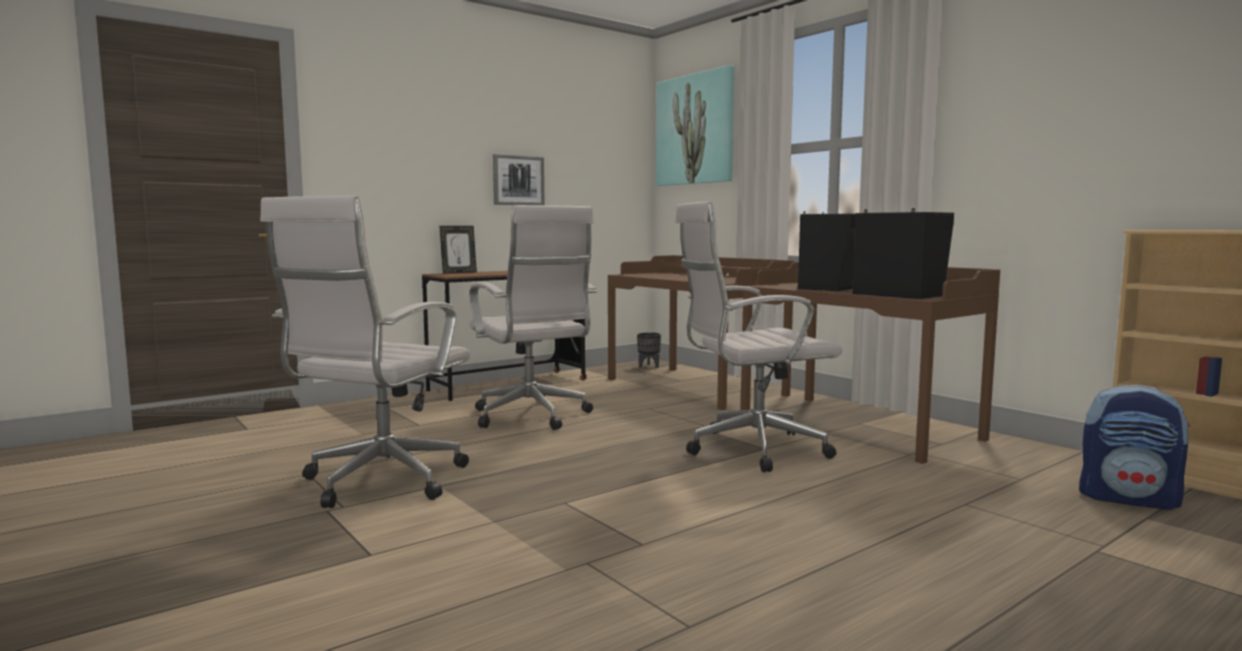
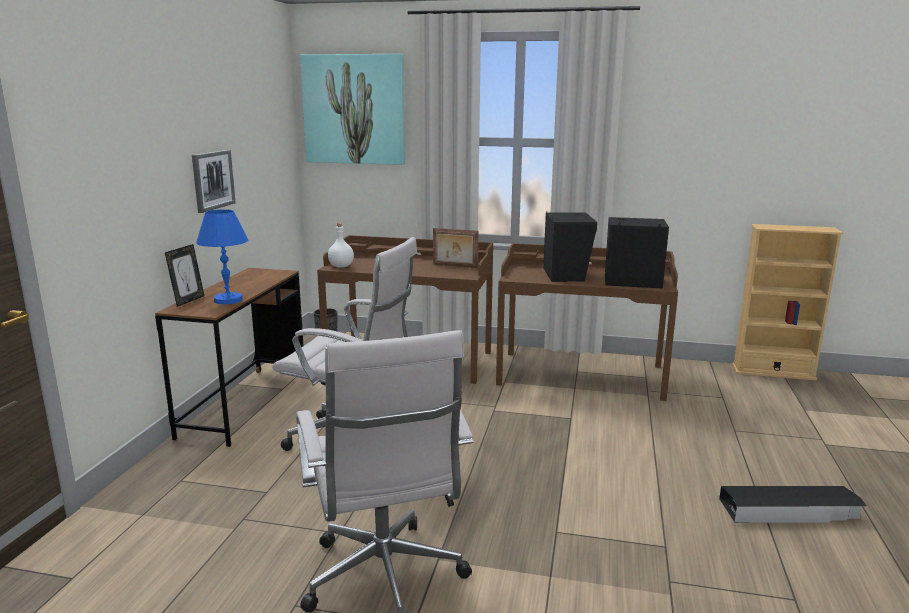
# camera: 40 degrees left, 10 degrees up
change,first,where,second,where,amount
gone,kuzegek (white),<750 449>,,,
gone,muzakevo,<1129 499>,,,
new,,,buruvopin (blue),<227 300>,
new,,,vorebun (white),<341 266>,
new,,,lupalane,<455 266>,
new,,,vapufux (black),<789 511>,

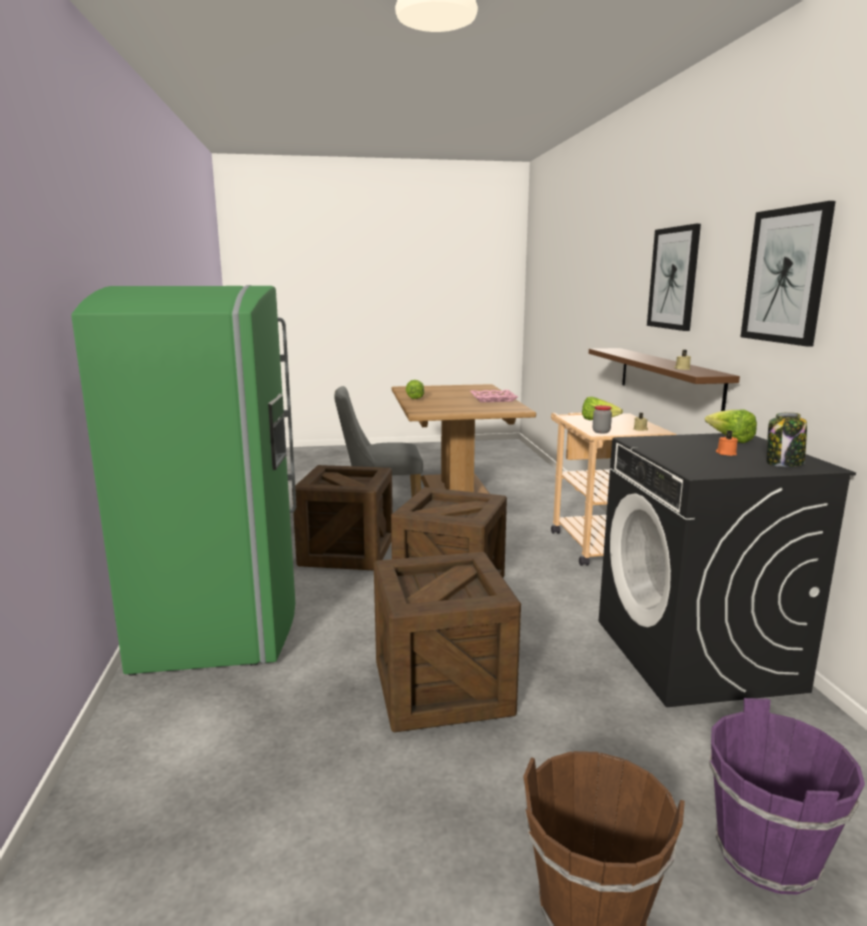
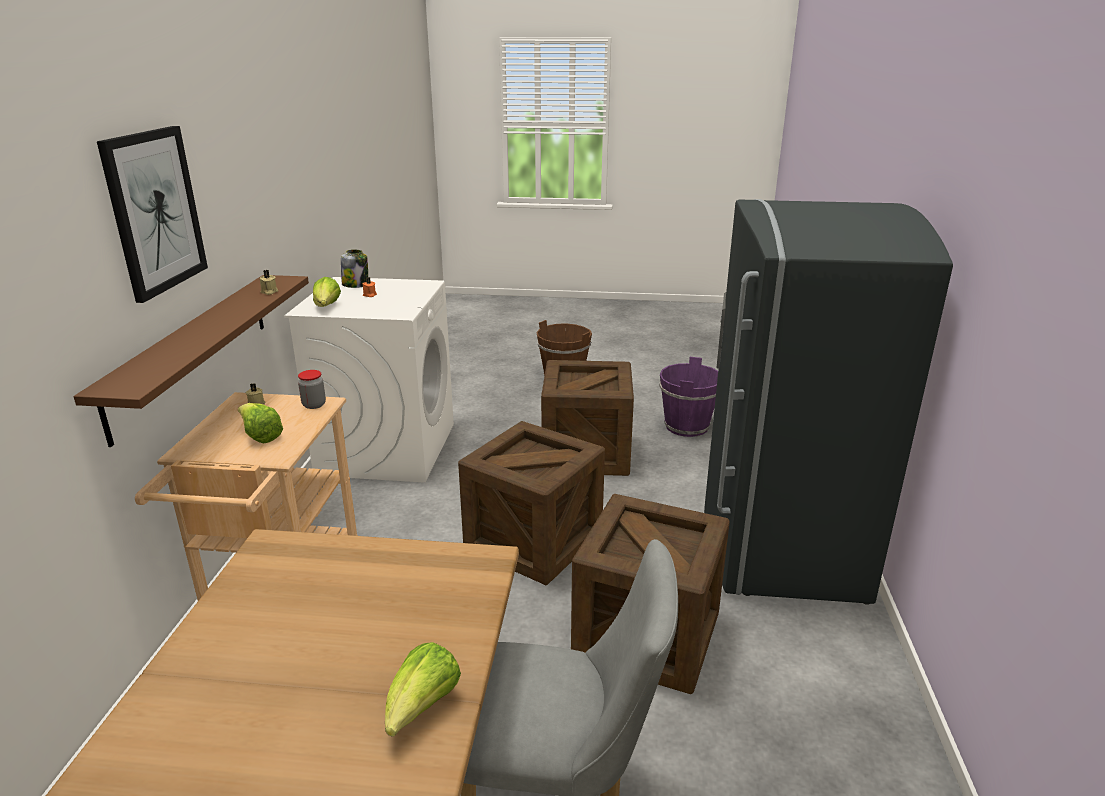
# camera: 165 degrees left, 10 degrees up
change,first,where,second,where,amount
repainted,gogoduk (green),<223 618>,gogoduk (grey),<777 539>,
gone,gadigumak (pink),<493 399>,,,
repainted,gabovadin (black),<696 655>,gabovadin (white),<387 448>,
shifted,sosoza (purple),<765 854>,,<687 426>,
gone,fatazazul,<786 276>,,,

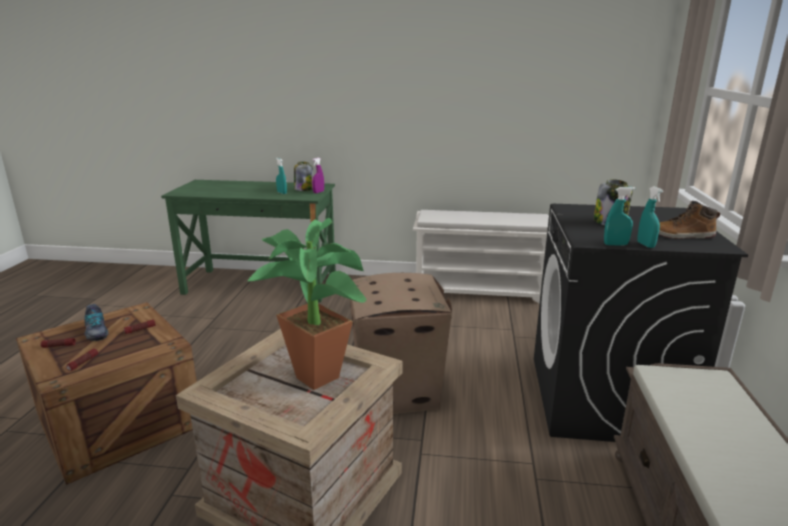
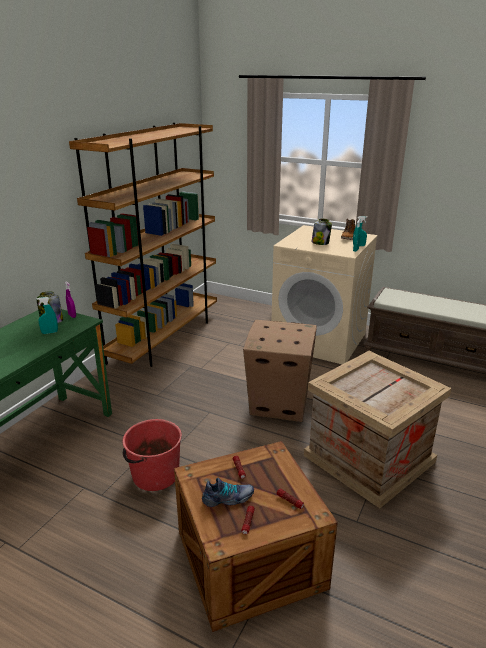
# camera: 70 degrees left, 5 degrees up
change,first,where,second,where,amount
gone,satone,<316 373>,,,
swapped,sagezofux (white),<479 291>,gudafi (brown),<164 338>,
repainted,gabovadin (black),<605 399>,gabovadin (beige),<320 340>,
new,,,sosoza (red),<154 475>,

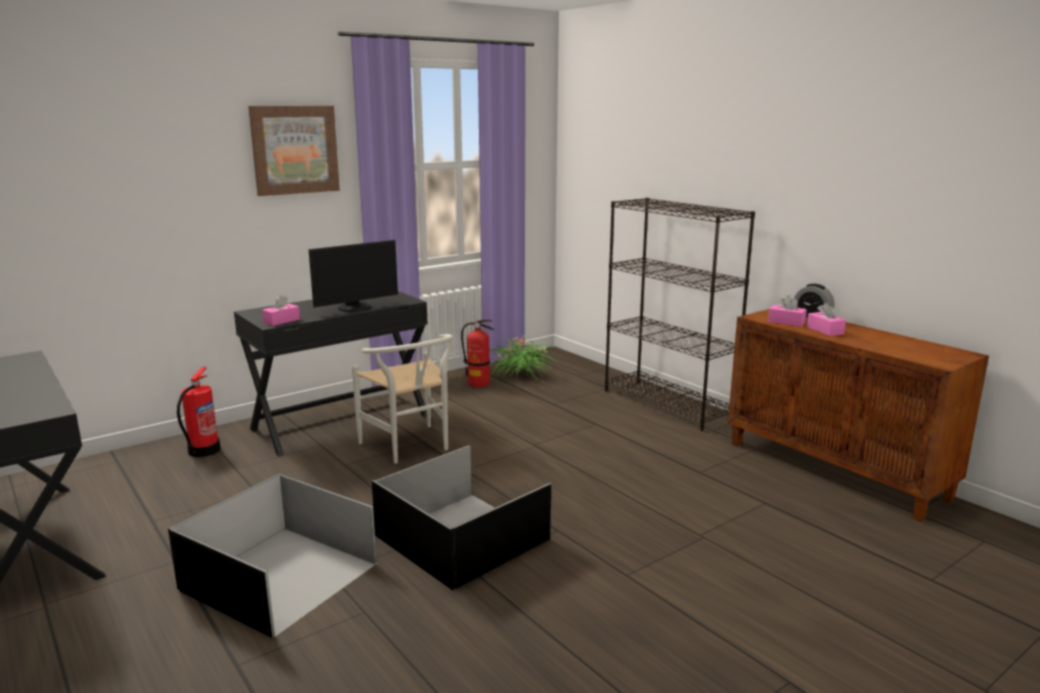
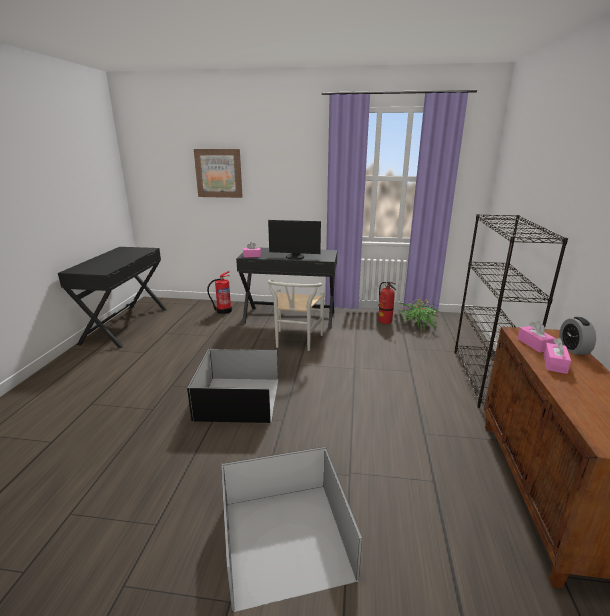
# camera: 45 degrees right, 5 degrees up
change,first,where,second,where,amount
shifted,vapufux (black),<278 578>,,<283 539>,
shifted,fatazazul,<294 150>,,<219 173>,

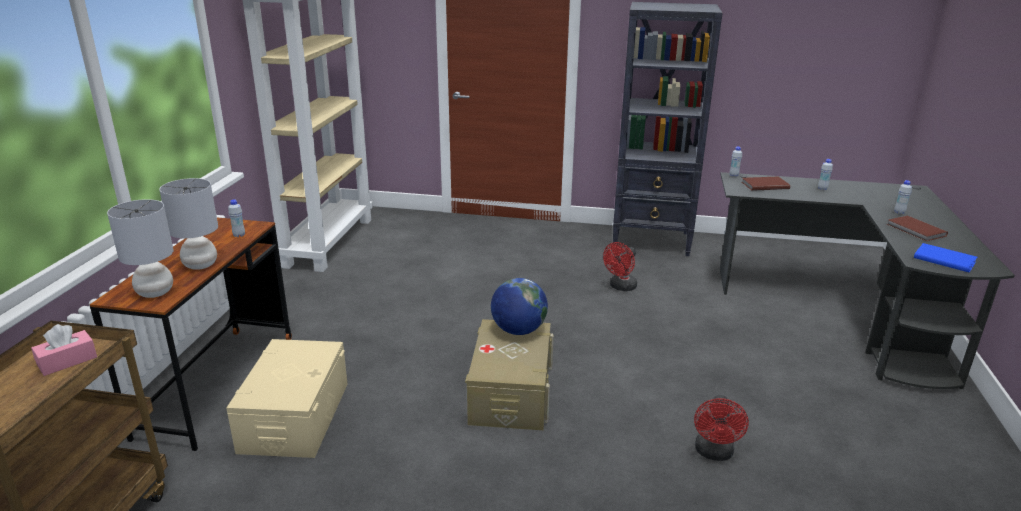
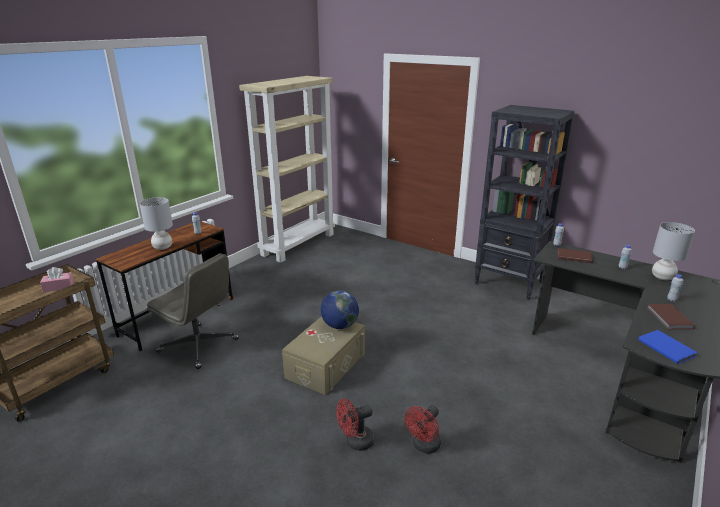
# camera: 25 degrees right, 0 degrees up
change,first,where,second,where,amount
shifted,buruvopin (grey),<154 293>,,<662 277>,
swapped,vapufux (beige),<295 416>,kuzegek (grey),<199 346>,
shifted,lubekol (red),<620 287>,,<355 442>,

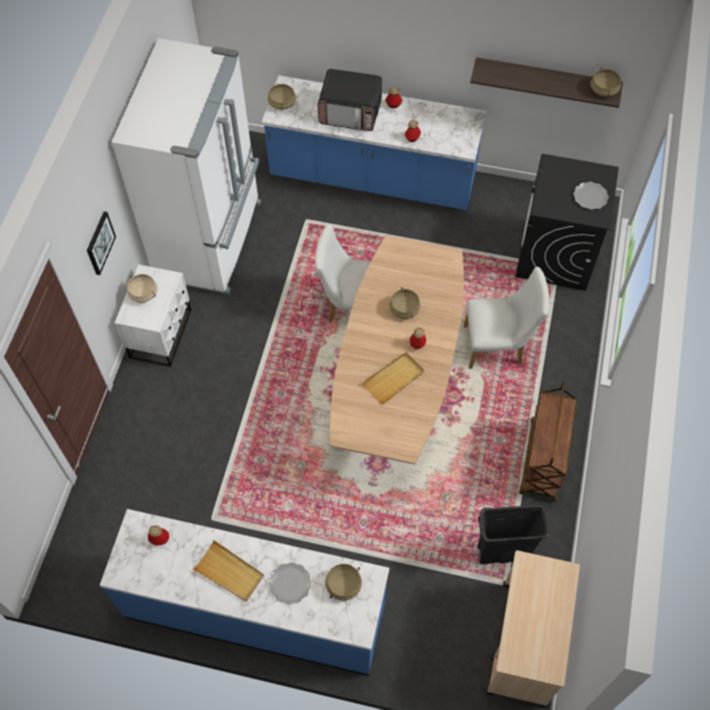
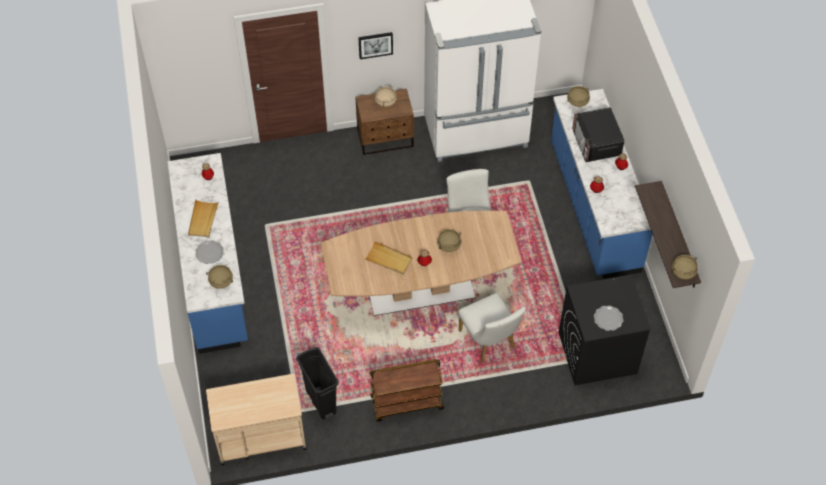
# camera: 65 degrees right, 5 degrees down
change,first,where,second,where,amount
repainted,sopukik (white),<161 333>,sopukik (brown),<385 139>,

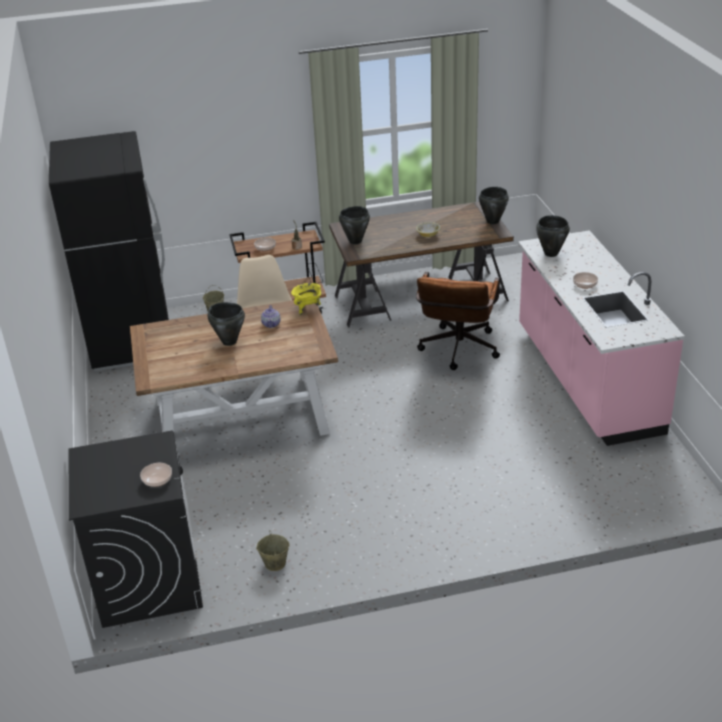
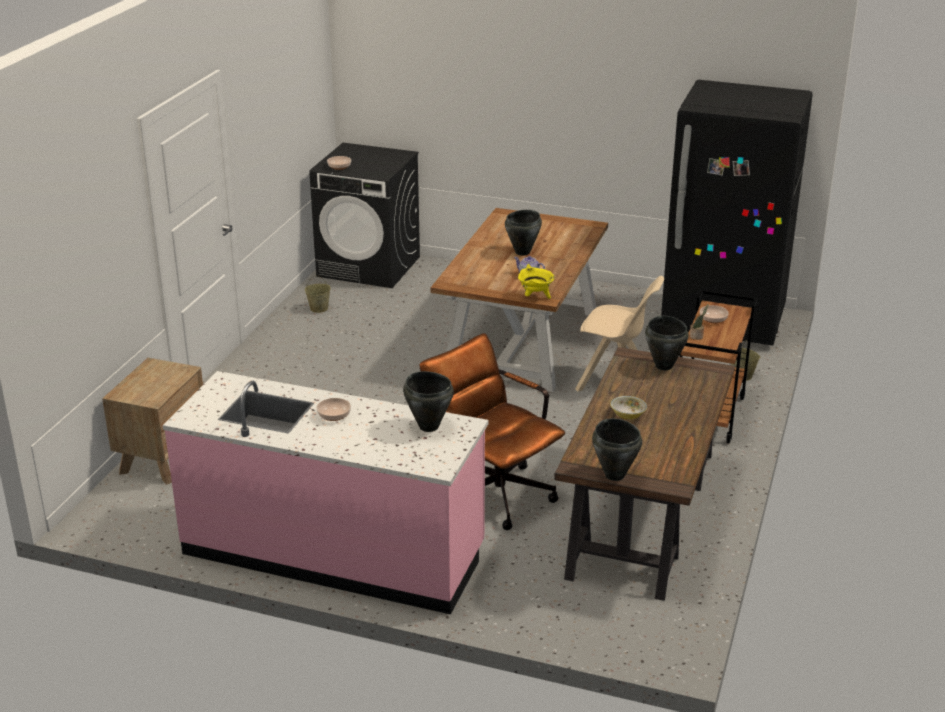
# camera: 120 degrees right, 5 degrees down
change,first,where,second,where,amount
new,,,sopukik (brown),<163 458>,

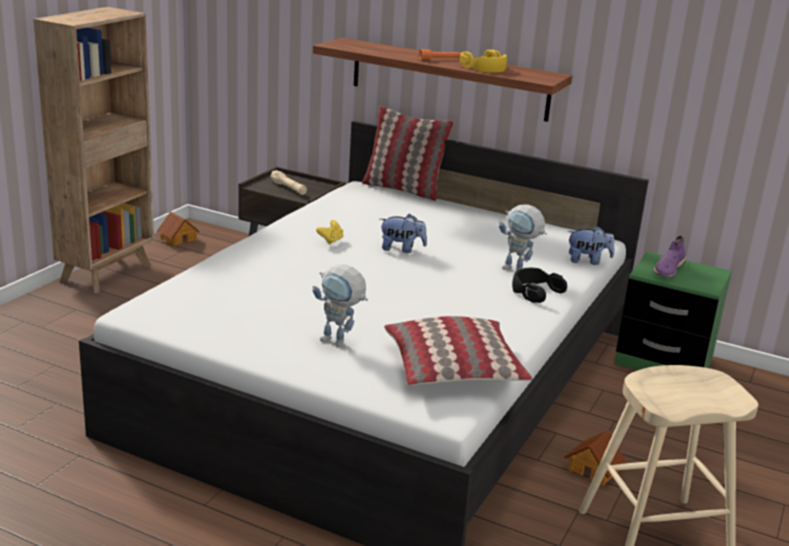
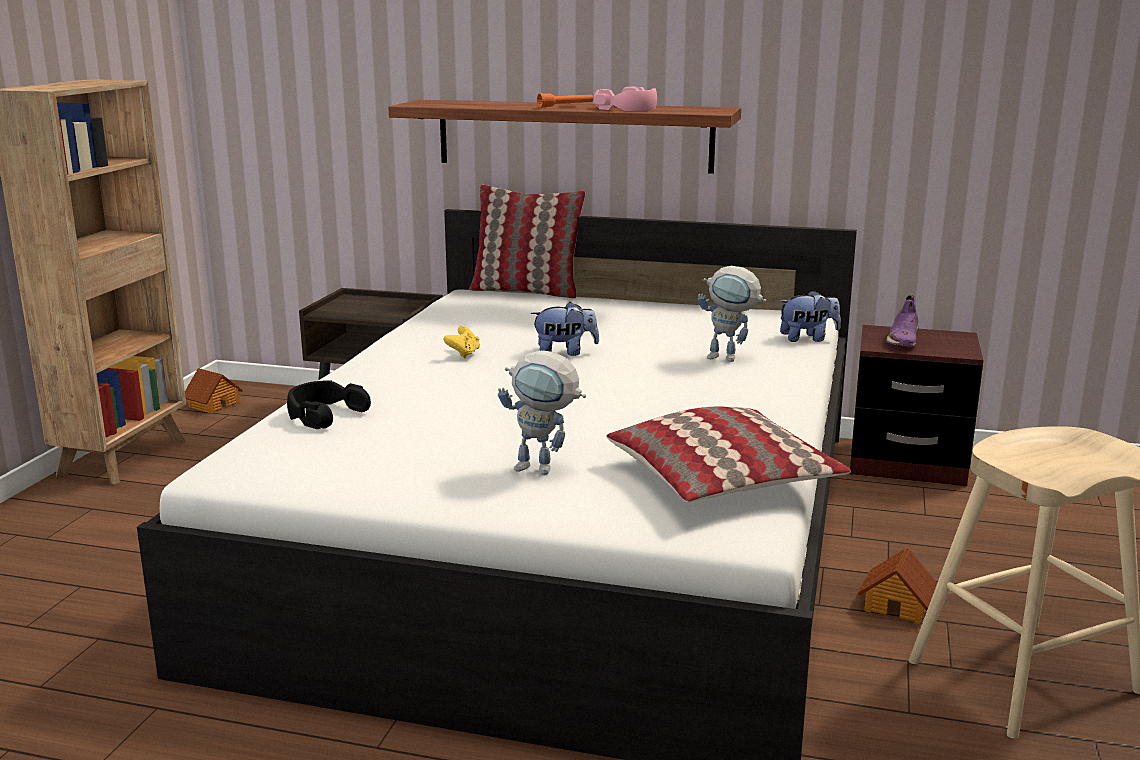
# camera: 10 degrees left, 5 degrees down
change,first,where,second,where,amount
gone,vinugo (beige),<288 188>,,,
repainted,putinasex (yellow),<485 67>,putinasex (pink),<629 108>,
shifted,putinasex (black),<535 291>,,<325 414>,
repainted,sopukik (green),<663 362>,sopukik (brown),<906 464>,

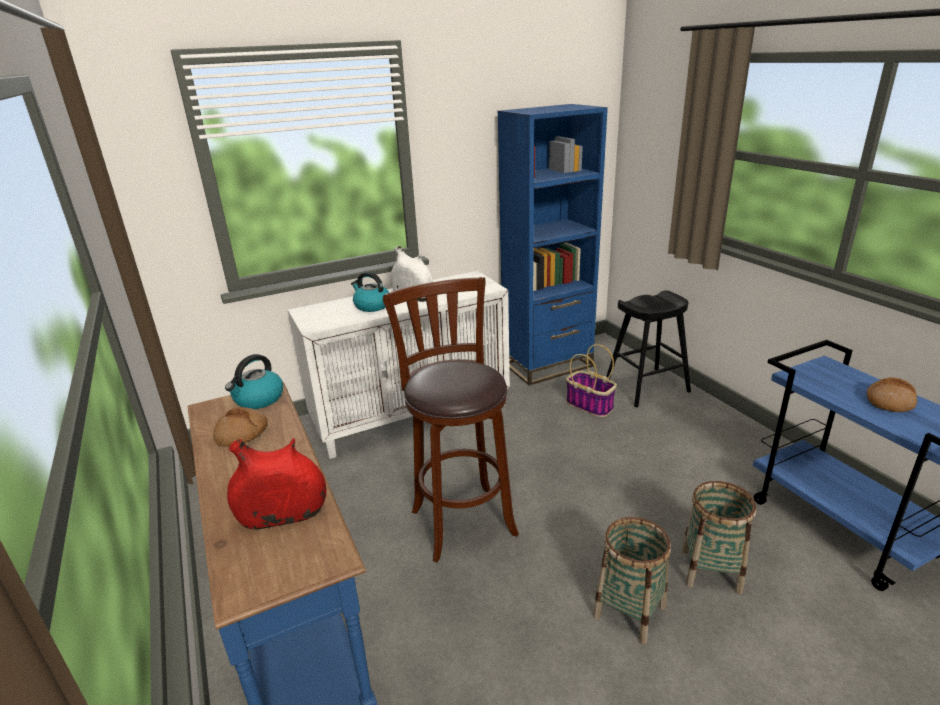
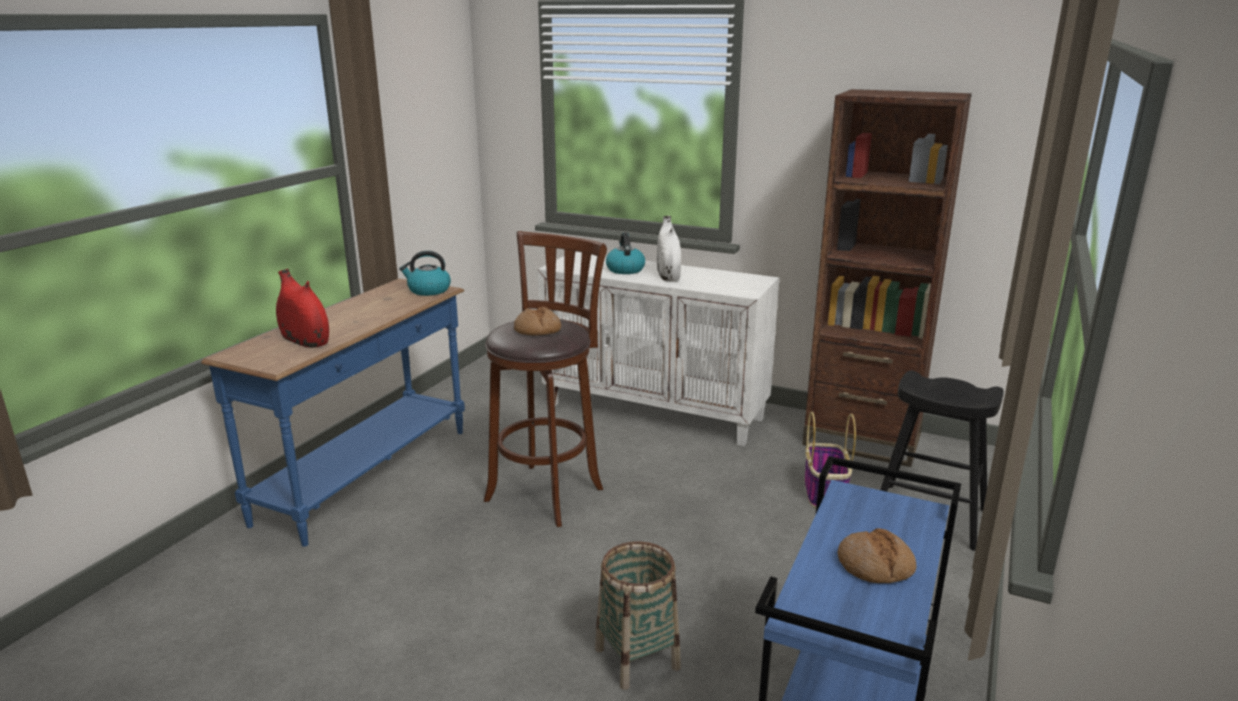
# camera: 50 degrees right, 5 degrees down
change,first,where,second,where,amount
shifted,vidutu,<242 434>,,<537 330>,
repainted,gudafi (blue),<547 365>,gudafi (brown),<862 440>,
gone,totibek,<629 611>,,,

